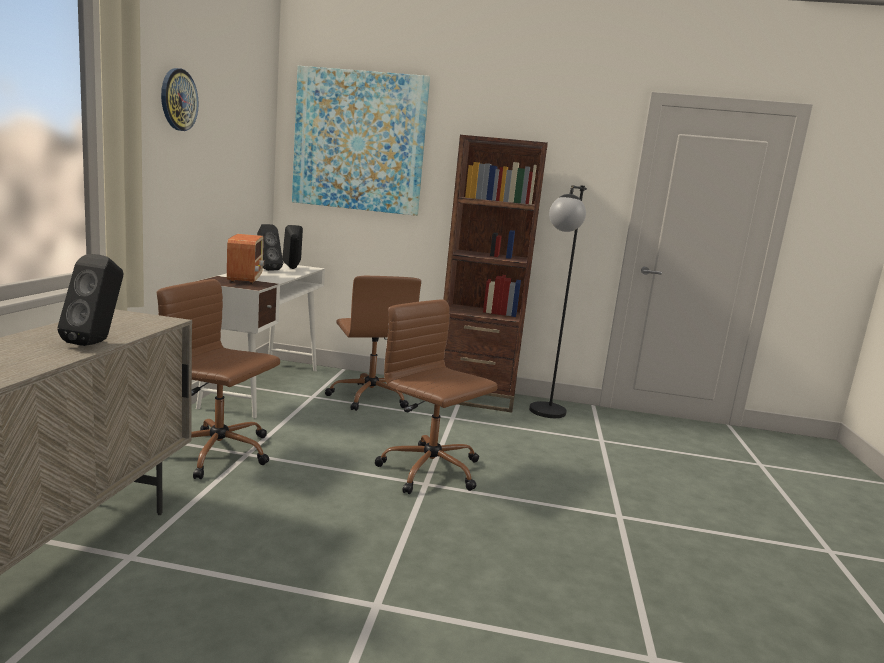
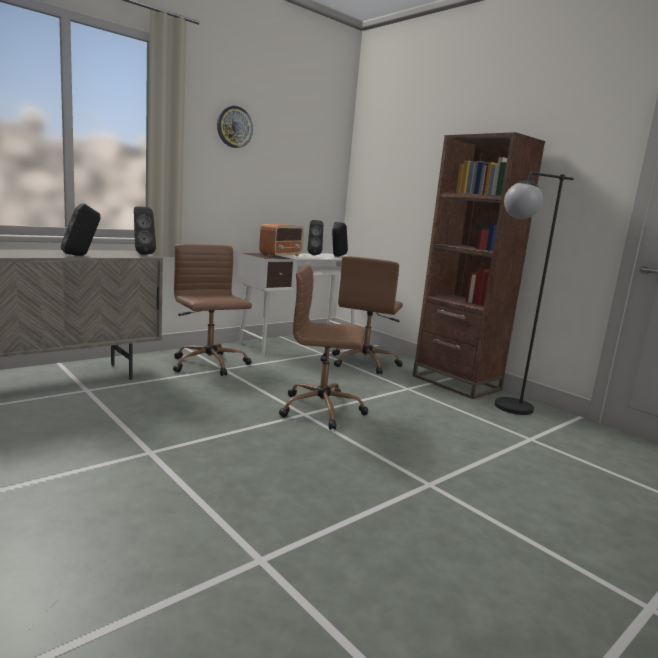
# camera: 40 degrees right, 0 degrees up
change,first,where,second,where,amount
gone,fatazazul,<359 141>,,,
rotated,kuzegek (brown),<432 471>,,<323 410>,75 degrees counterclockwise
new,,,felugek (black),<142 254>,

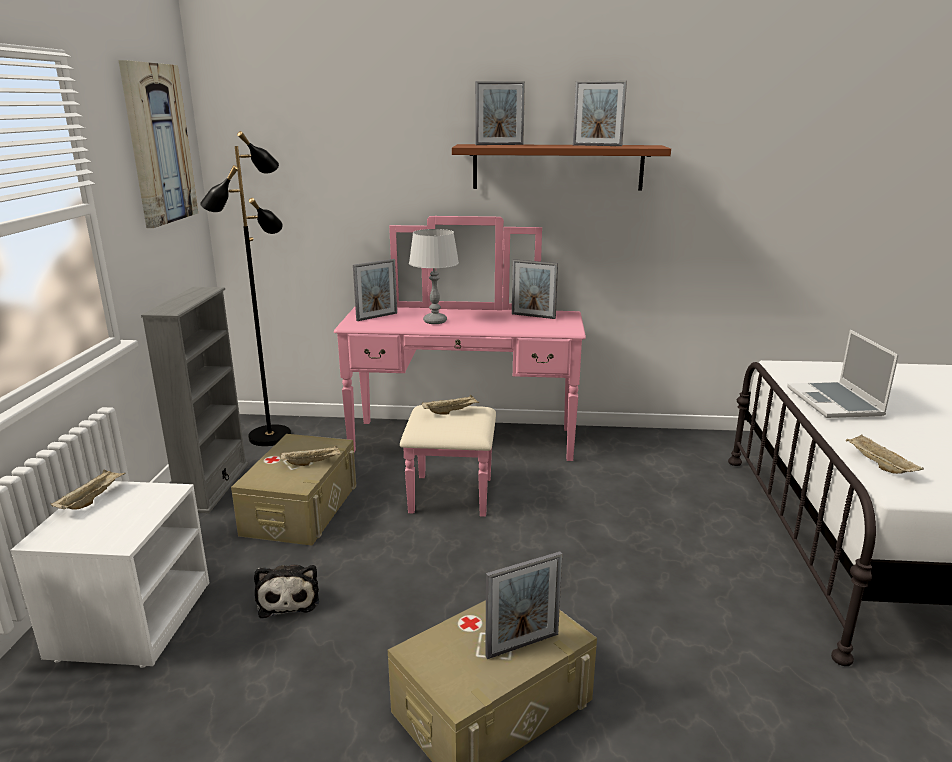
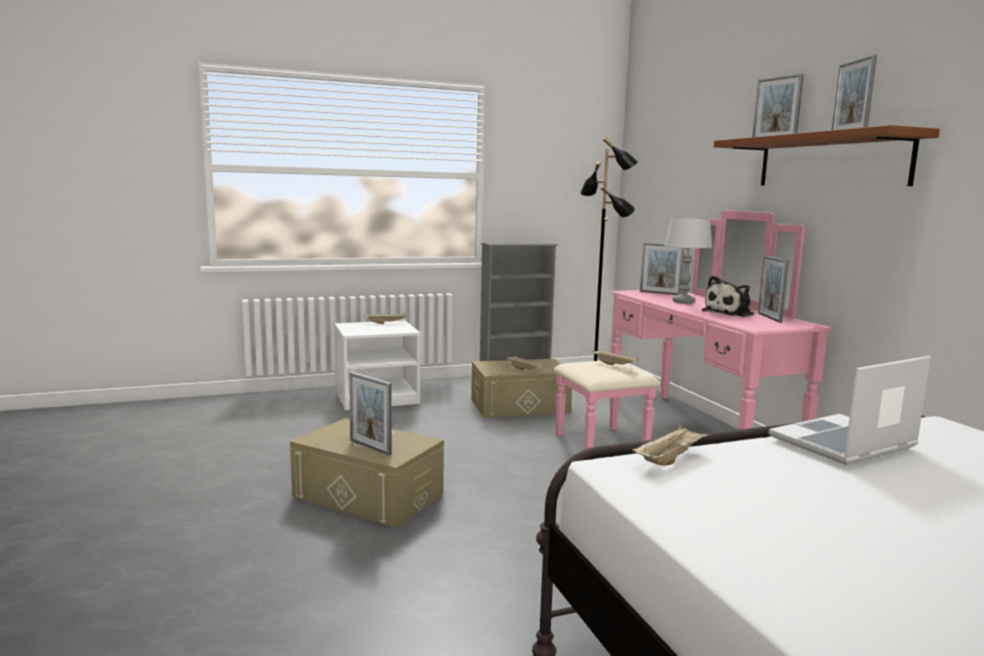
# camera: 65 degrees right, 10 degrees down
change,first,where,second,where,amount
gone,fatazazul,<158 144>,,,
shifted,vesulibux,<289 598>,,<730 313>,

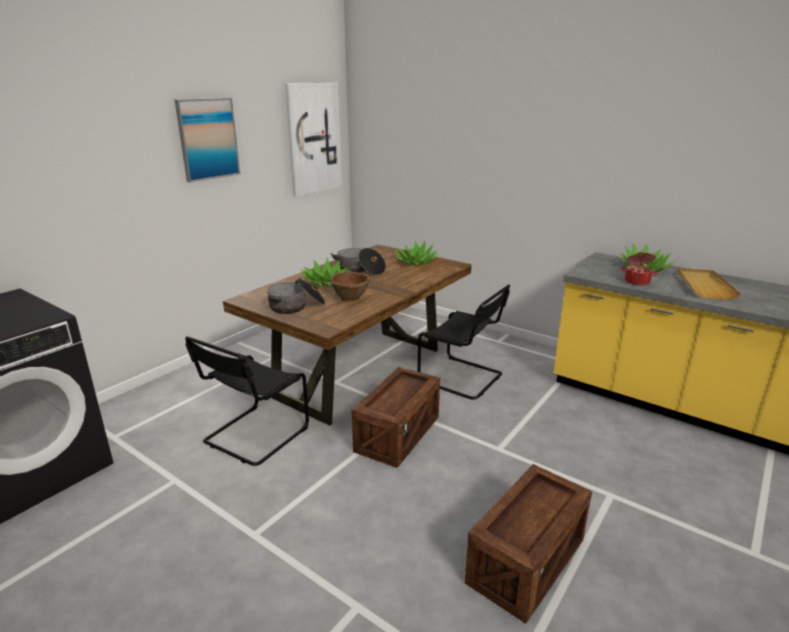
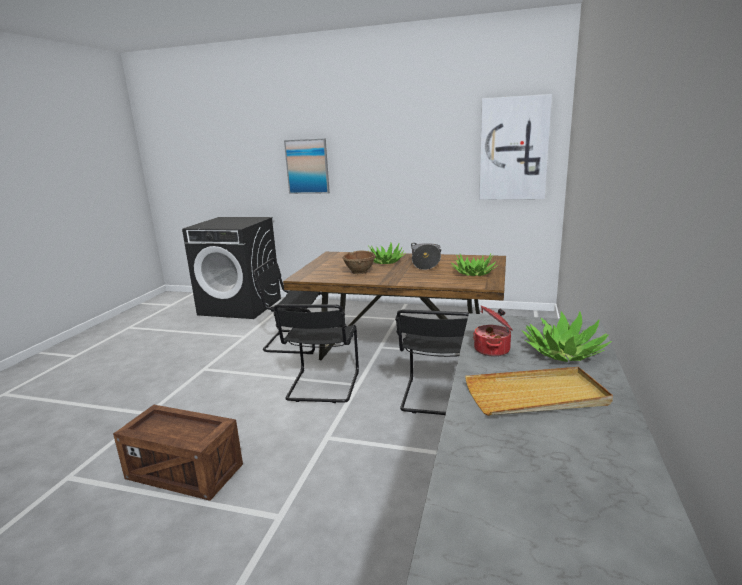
# camera: 70 degrees right, 5 degrees down
change,first,where,second,where,amount
shifted,fatazazul,<208 139>,,<307 166>,
gone,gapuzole,<296 306>,,,
swapped,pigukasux,<398 434>,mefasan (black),<322 387>,

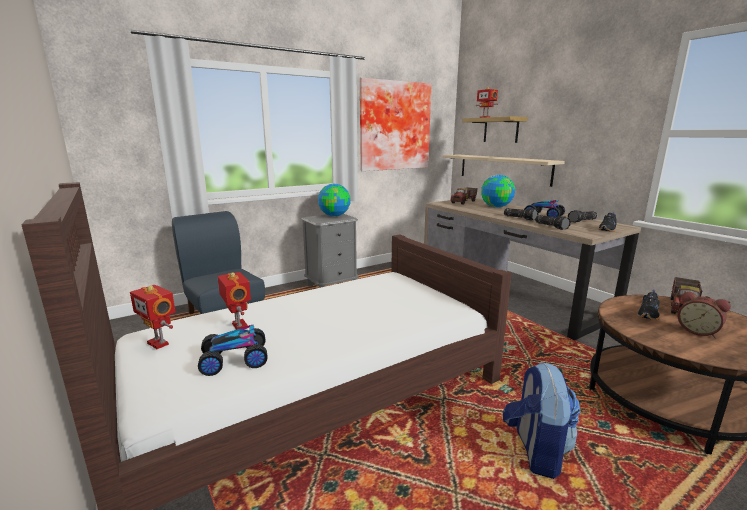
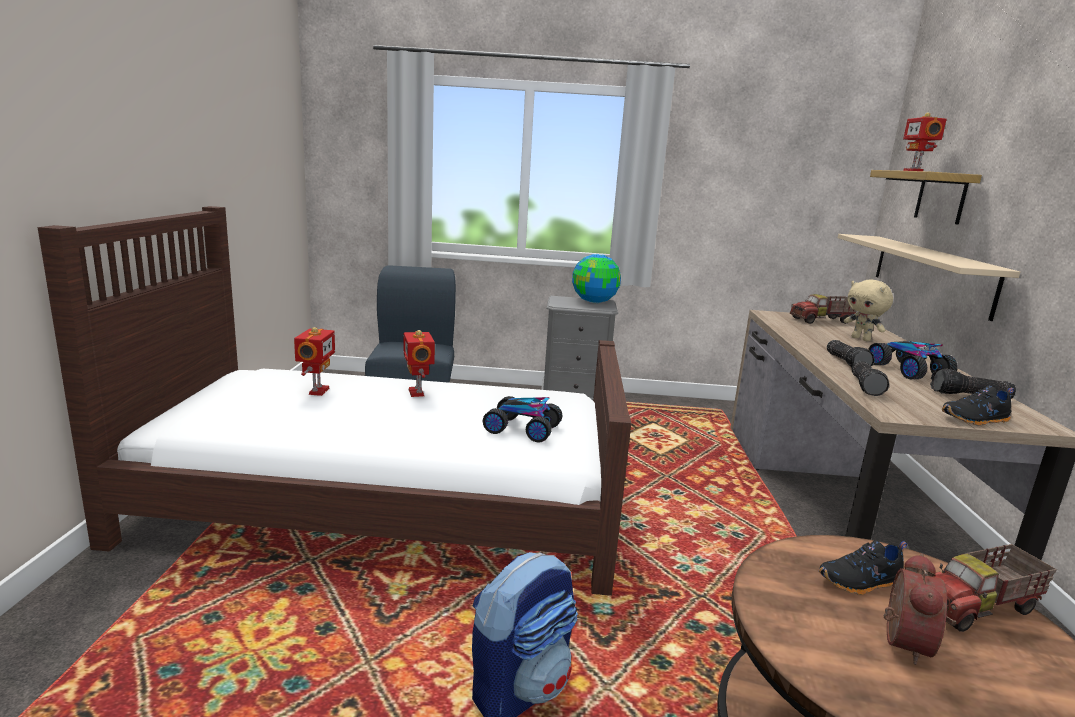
# camera: 35 degrees right, 0 degrees up
change,first,where,second,where,amount
shifted,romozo,<159 343>,,<418 393>,
shifted,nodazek,<235 359>,,<522 429>,
gone,fatazazul,<394 126>,,,
swapped,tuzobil,<496 207>,vesulibux (beige),<861 339>,
rotated,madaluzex,<697 331>,,<900 641>,150 degrees counterclockwise

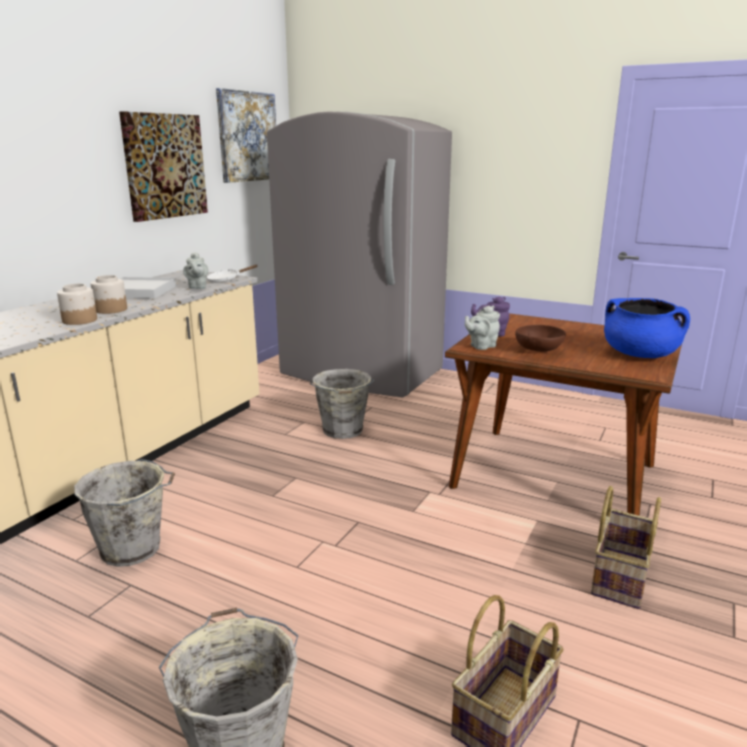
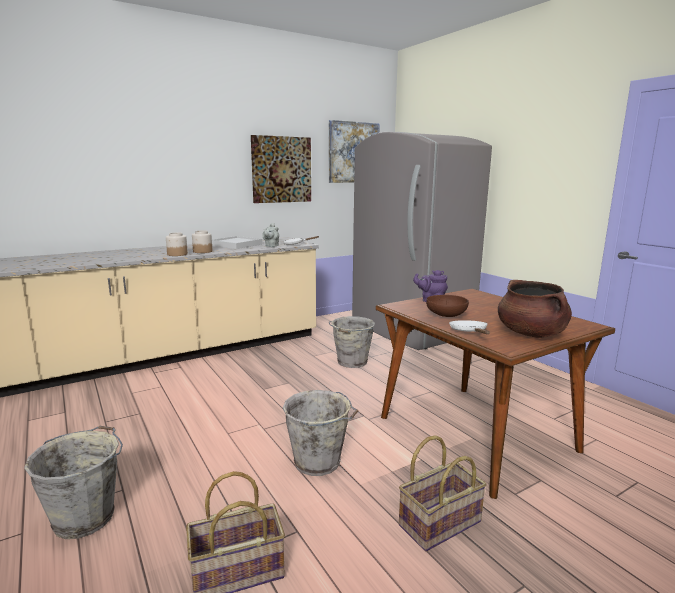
# camera: 30 degrees right, 5 degrees down
change,first,where,second,where,amount
shifted,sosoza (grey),<133 549>,,<319 462>,
gone,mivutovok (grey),<481 346>,,,
repainted,gapuzole (blue),<640 355>,gapuzole (brown),<531 333>,
new,,,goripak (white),<469 332>,

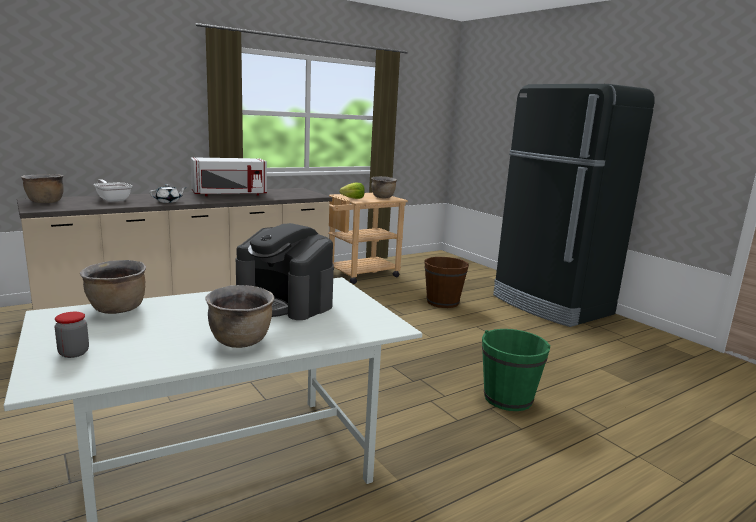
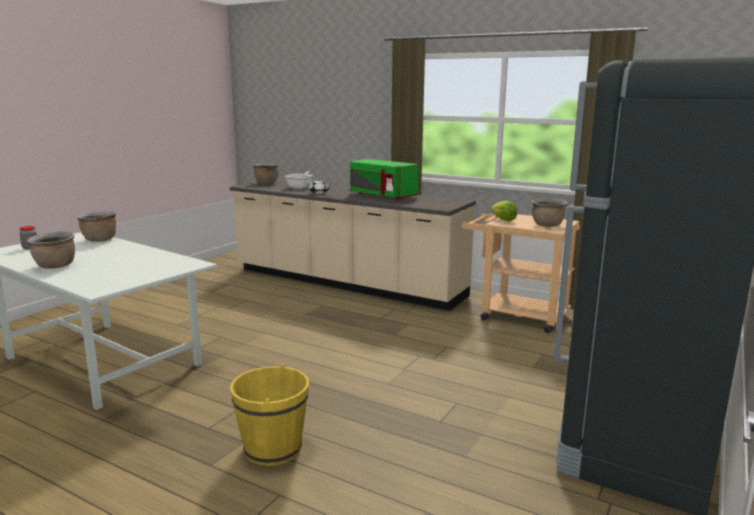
# camera: 65 degrees right, 0 degrees up
change,first,where,second,where,amount
repainted,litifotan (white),<230 194>,litifotan (green),<381 195>,
gone,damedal,<285 302>,,,
gone,sosoza (brown),<442 302>,,,
repainted,sosoza (green),<508 398>,sosoza (yellow),<272 449>,

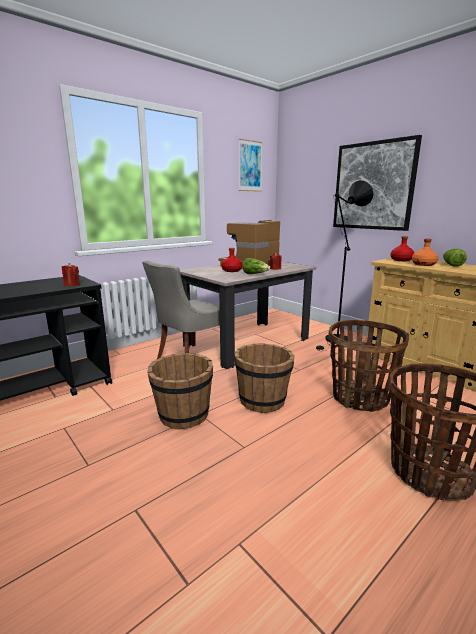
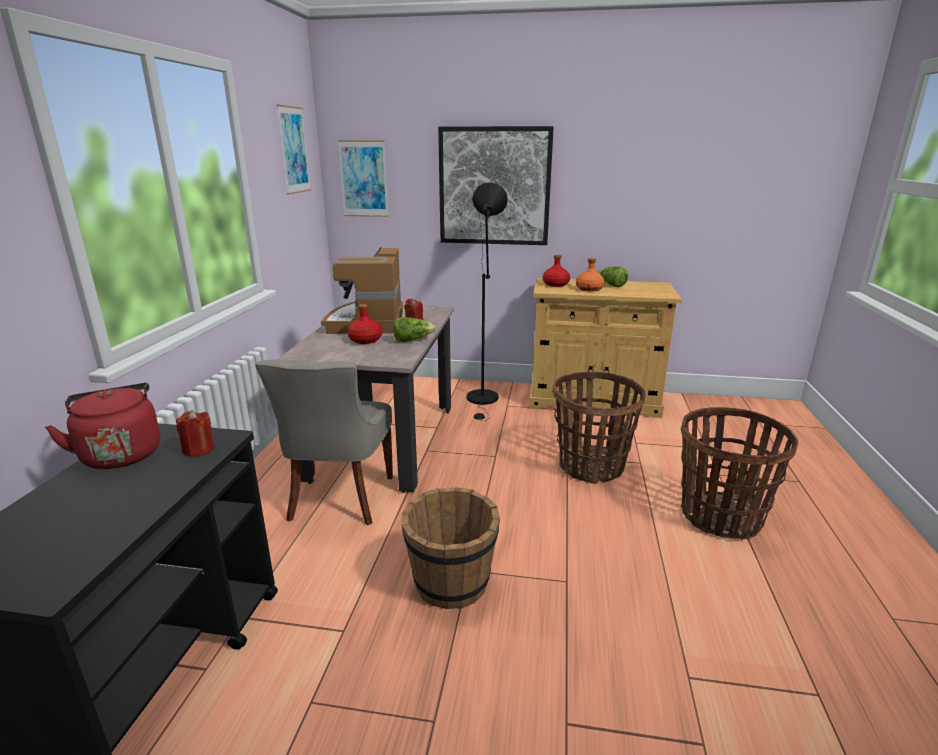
# camera: 40 degrees left, 5 degrees up
change,first,where,second,where,amount
gone,sosoza (brown),<263 400>,,,
new,,,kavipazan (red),<121 453>,
new,,,fatazazul,<364 179>,

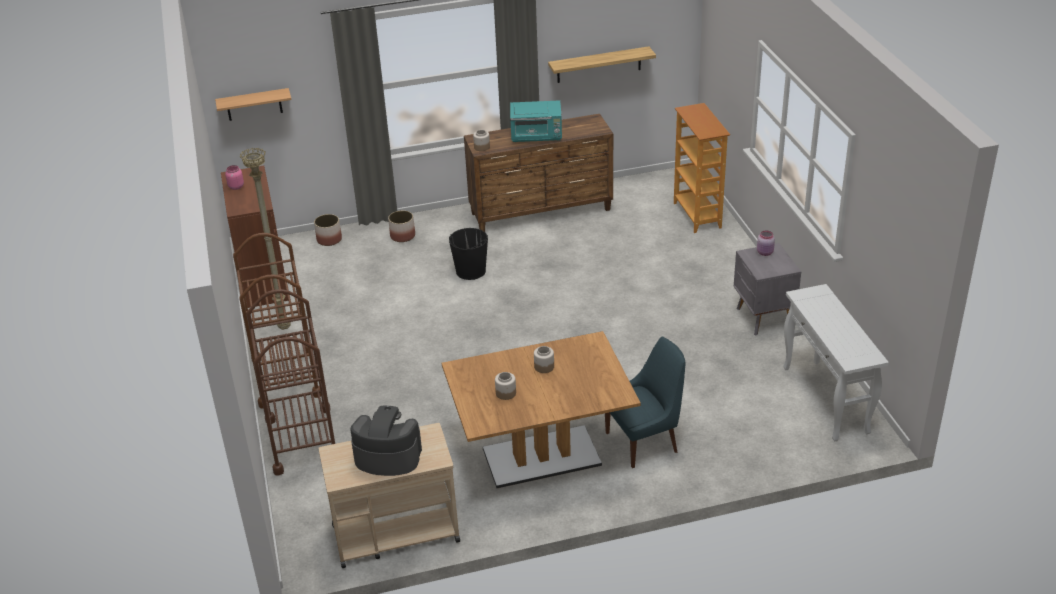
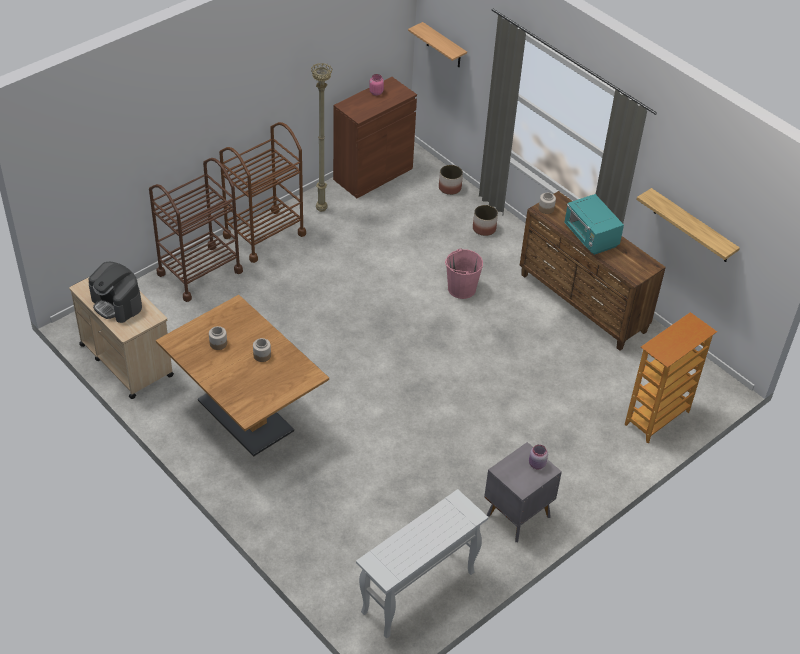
# camera: 60 degrees right, 10 degrees up
change,first,where,second,where,amount
rotated,damedal,<387 457>,,<117 304>,150 degrees clockwise
repainted,sosoza (black),<470 271>,sosoza (pink),<461 288>,
gone,mefasan (blue),<644 441>,,,

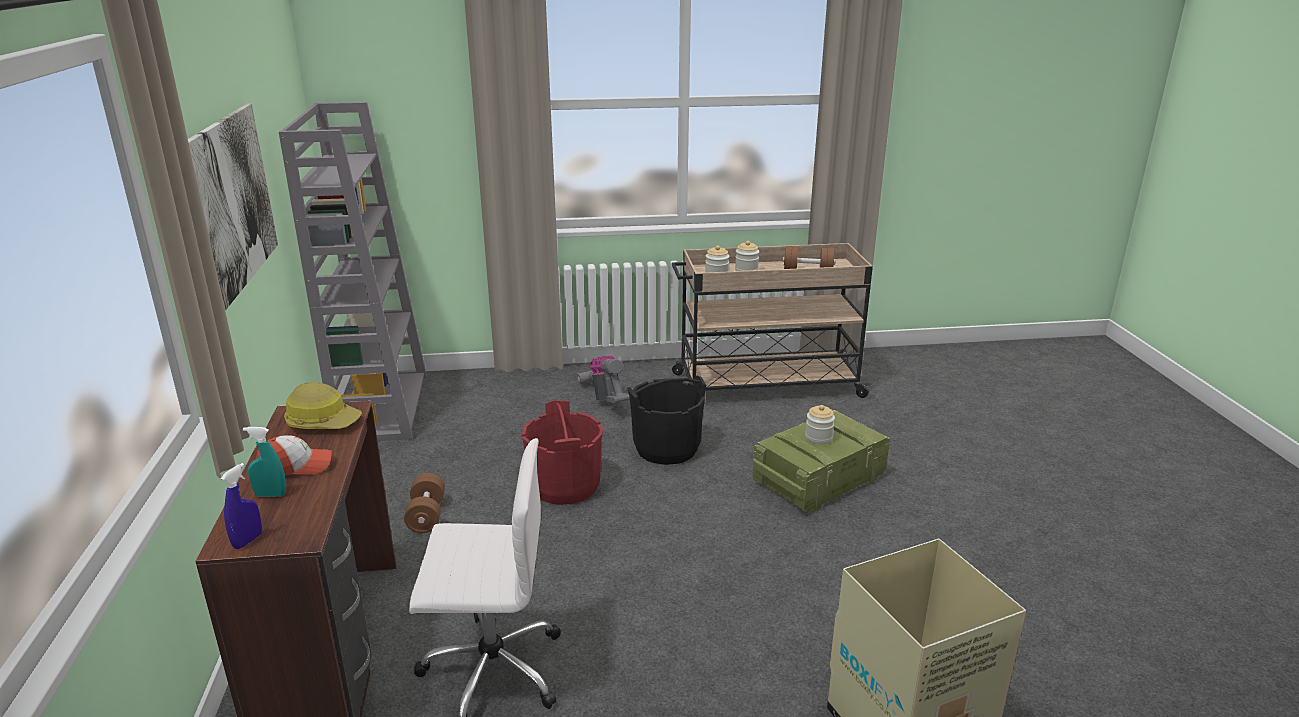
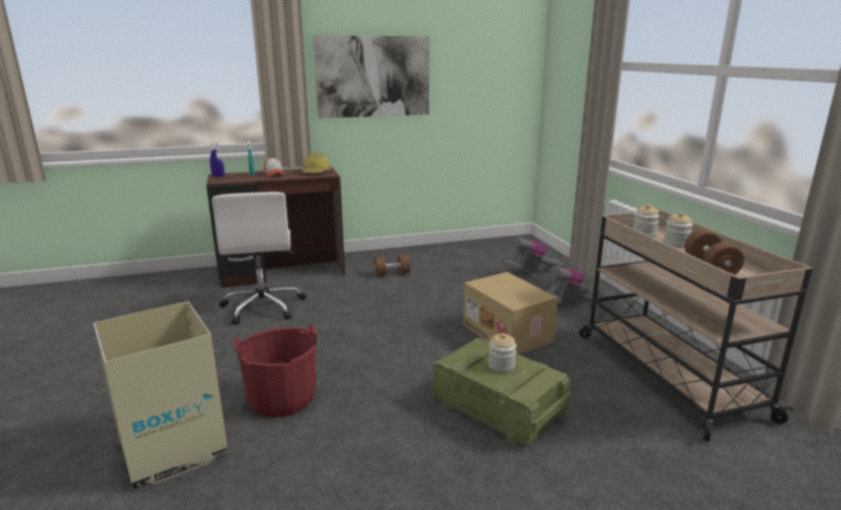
# camera: 80 degrees right, 5 degrees down
change,first,where,second,where,amount
gone,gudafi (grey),<382 406>,,,
shifted,sosoza (red),<564 486>,,<282 398>,
swapped,sosoza (black),<666 448>,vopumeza,<508 333>,
new,,,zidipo,<533 273>,

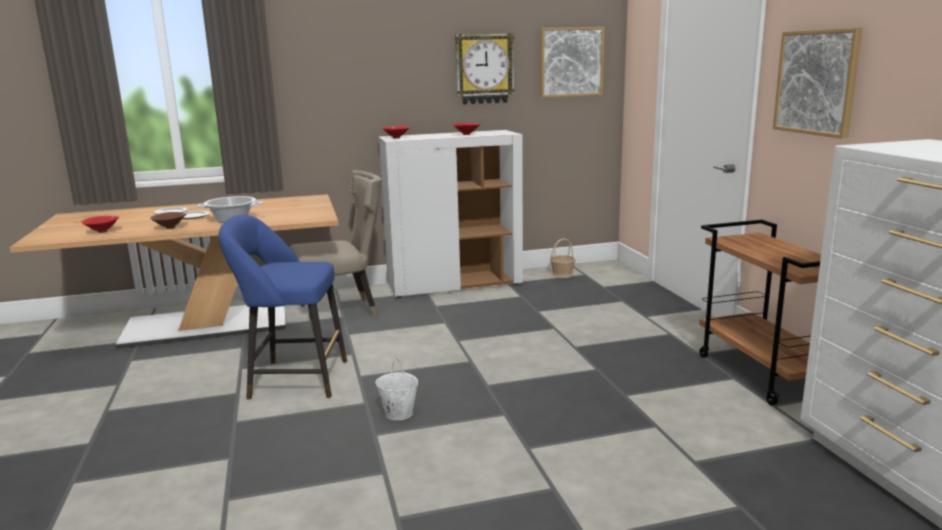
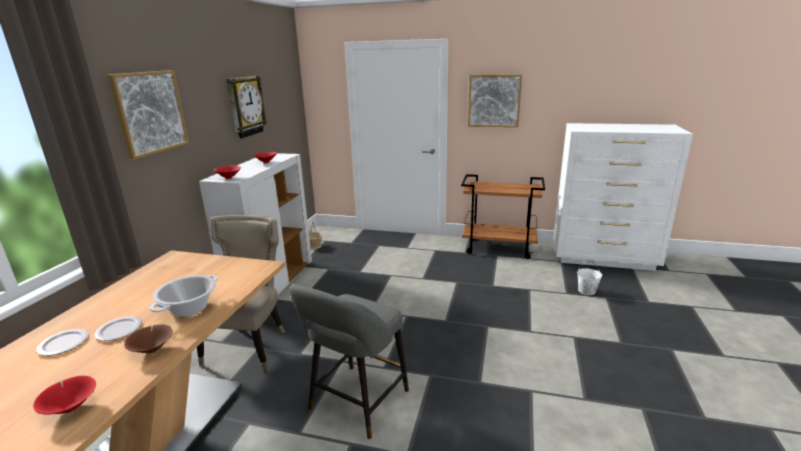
# camera: 60 degrees left, 5 degrees up
change,first,where,second,where,amount
repainted,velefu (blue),<292 379>,velefu (grey),<356 403>,
shifted,sosoza (white),<398 413>,,<586 291>,
shifted,fatazazul,<571 62>,,<150 112>,

